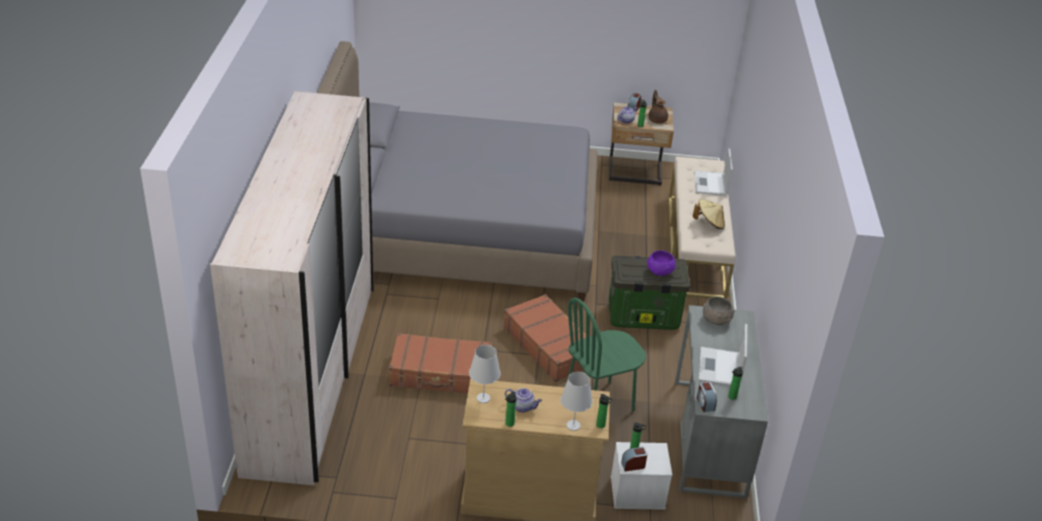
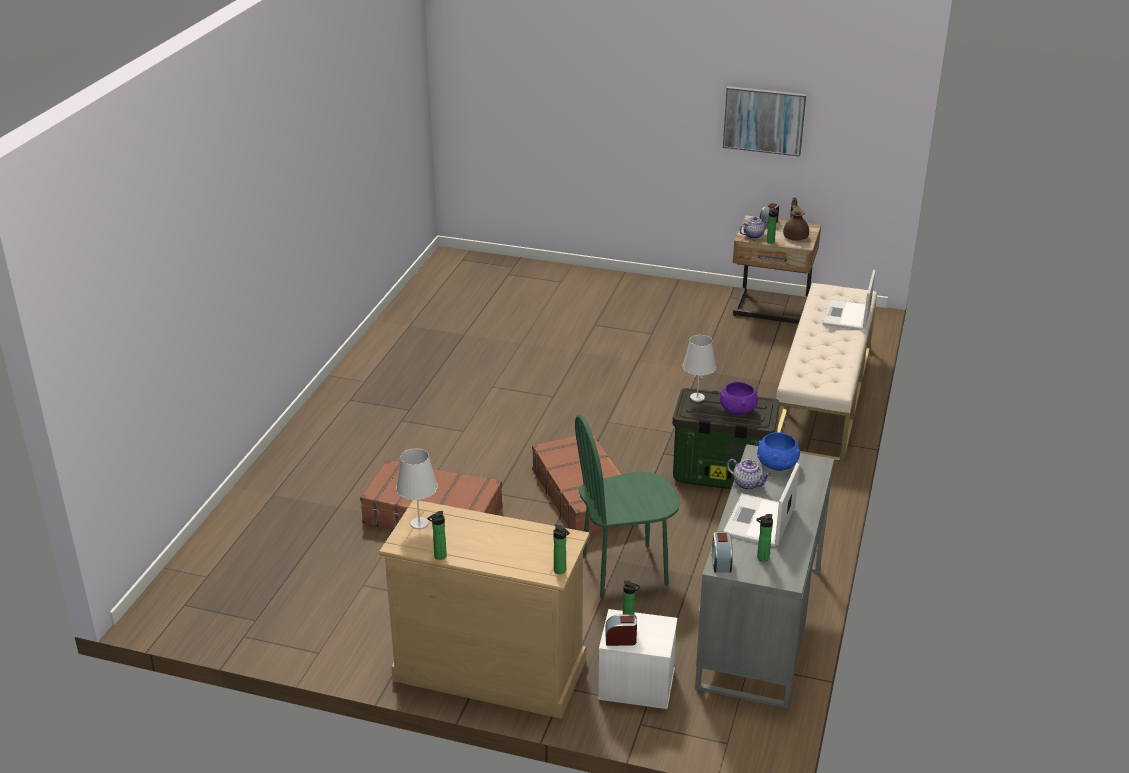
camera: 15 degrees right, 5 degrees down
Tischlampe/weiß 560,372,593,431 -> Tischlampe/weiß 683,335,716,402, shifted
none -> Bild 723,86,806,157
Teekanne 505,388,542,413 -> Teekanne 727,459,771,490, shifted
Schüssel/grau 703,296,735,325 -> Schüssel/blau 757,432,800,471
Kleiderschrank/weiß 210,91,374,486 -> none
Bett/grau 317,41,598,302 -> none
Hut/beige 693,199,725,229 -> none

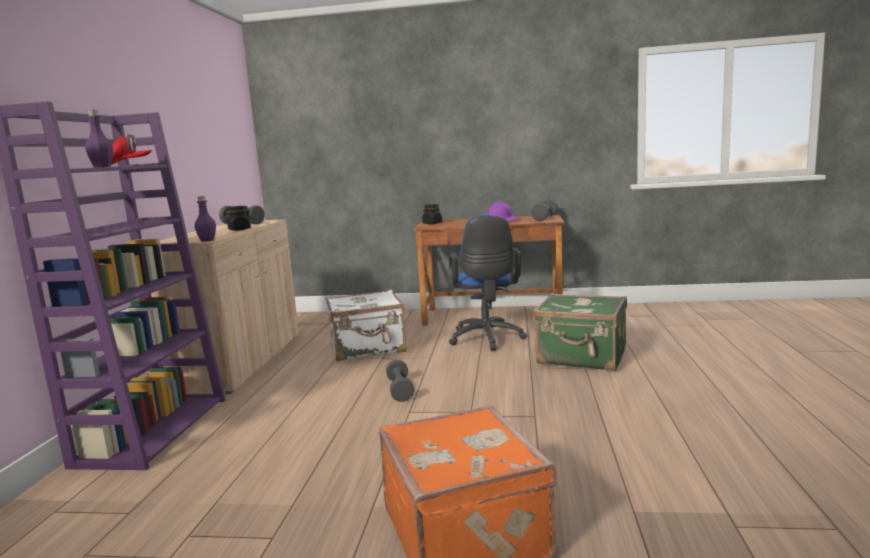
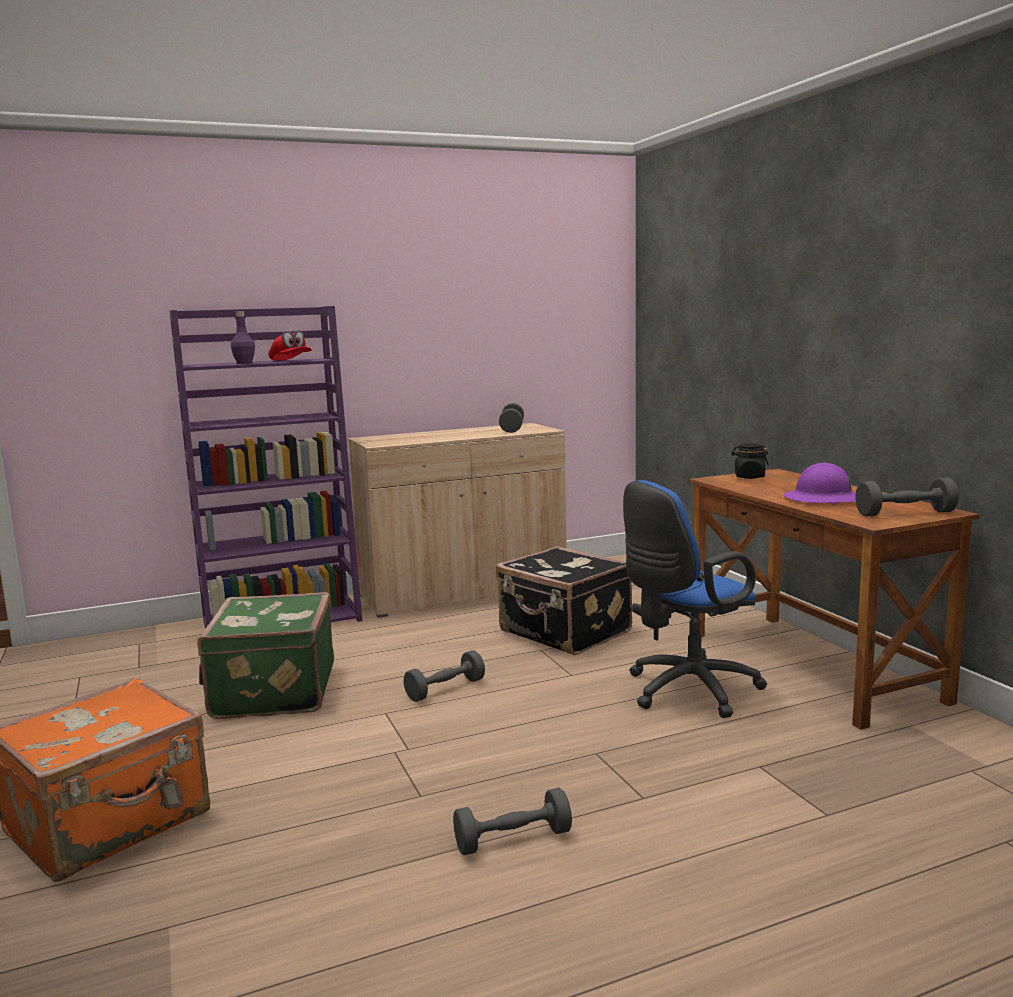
camera: 60 degrees right, 0 degrees up
Koffer/grün 533,293,627,371 -> Koffer/grün 197,592,334,719, shifted
none -> Hantel/grau 453,788,572,855
Koffer/weiß 326,289,406,361 -> Koffer/schwarz 496,546,632,655
Flasche/lila 195,196,216,242 -> none
Vorratsglas/schwarz 224,206,252,231 -> none

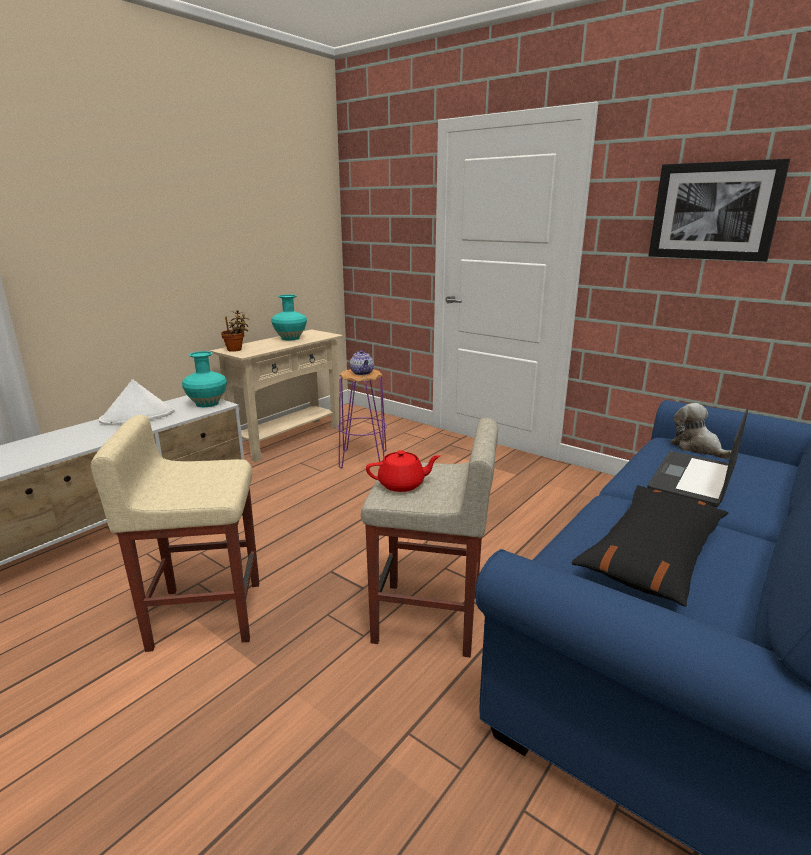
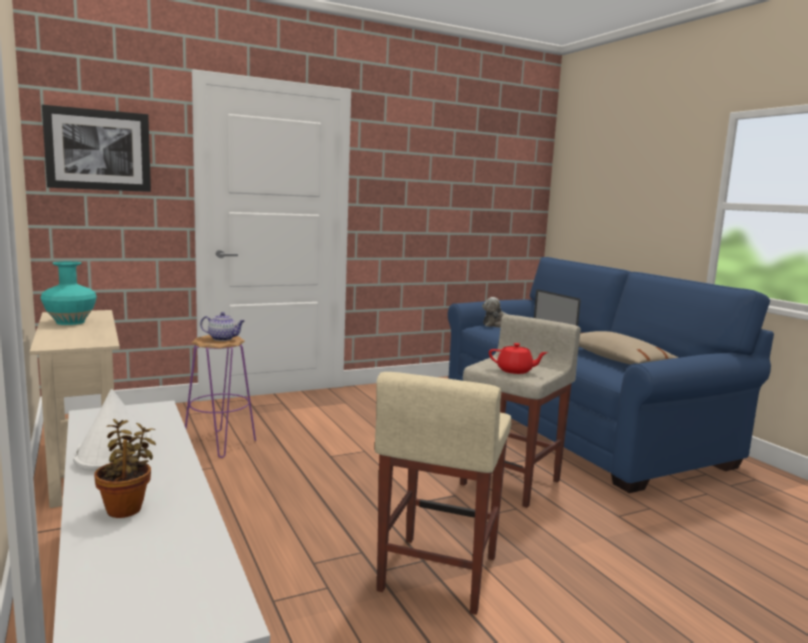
camera: 65 degrees left, 10 degrees down
Bild 648,159,790,262 -> Bild 42,105,151,192, shifted
Topfpflanze 221,310,249,352 -> Topfpflanze 94,419,156,518, shifted
Teekanne/rot 366,450,440,492 -> Teekanne/rot 489,343,548,374, 90 degrees clockwise
Kissen/schwarz 572,485,728,606 -> Kissen/beige 579,331,679,365
Vase/türkis 182,351,227,407 -> none

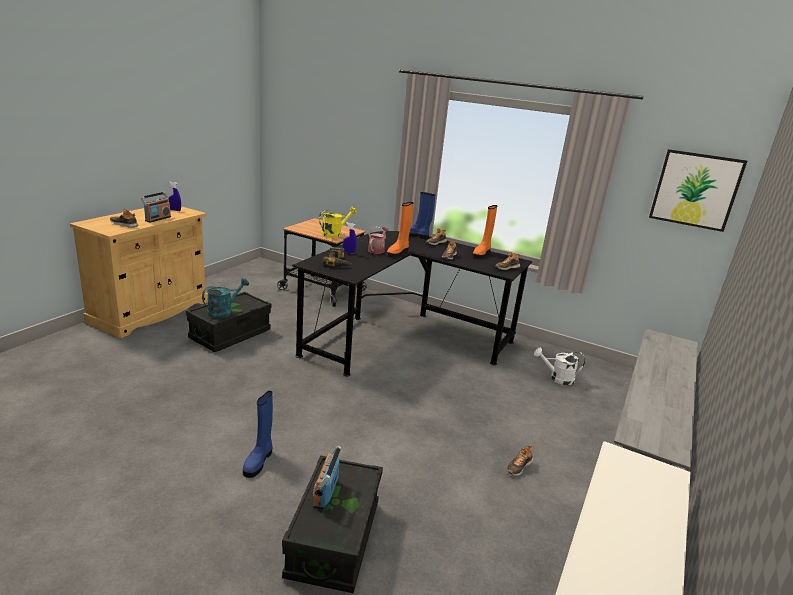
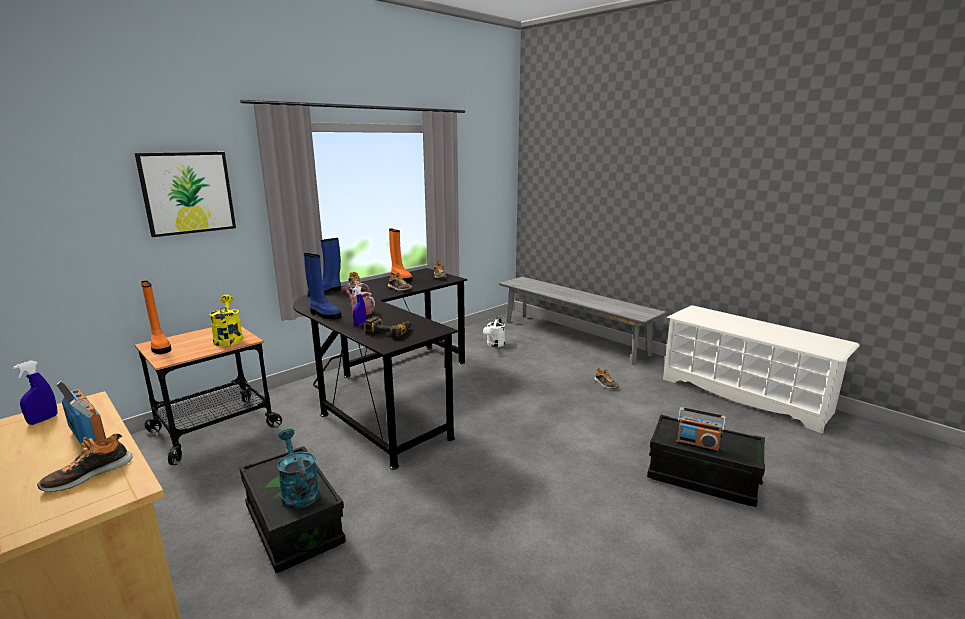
camera: 70 degrees left, 5 degrees down
Bild 649,149,747,232 -> Bild 135,152,236,237, shifted
Stiefel/orange 387,202,413,258 -> Stiefel/orange 141,281,171,354, shifted
Stiefel/blau 243,391,273,478 -> Stiefel/blau 304,253,341,320, shifted

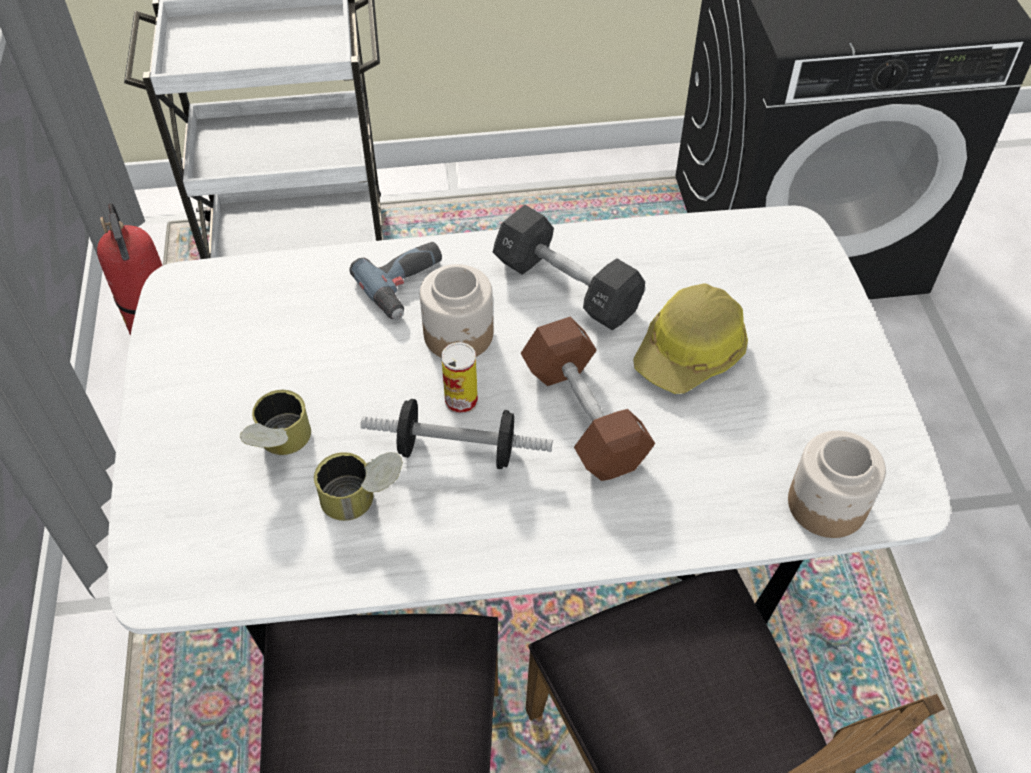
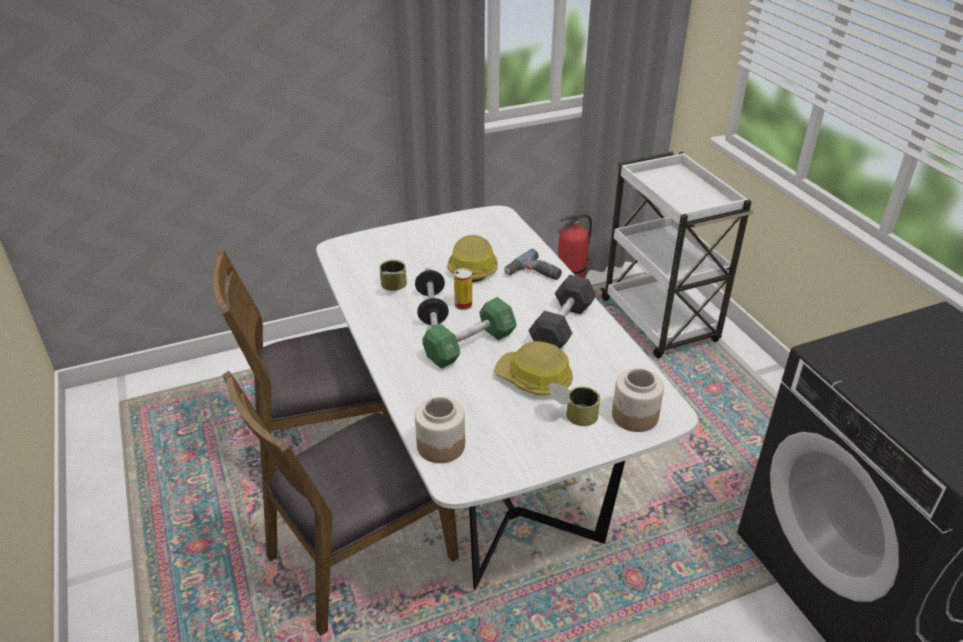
camera: 75 degrees right, 15 degrees down
Hantel/braun 521,316,655,481 -> Hantel/grün 422,297,517,369
none -> Schutzhelm 447,235,498,283
Dose 240,390,311,455 -> Dose 548,383,600,426, shifted
Vorratsglas 420,264,493,357 -> Vorratsglas 612,368,664,432, shifted

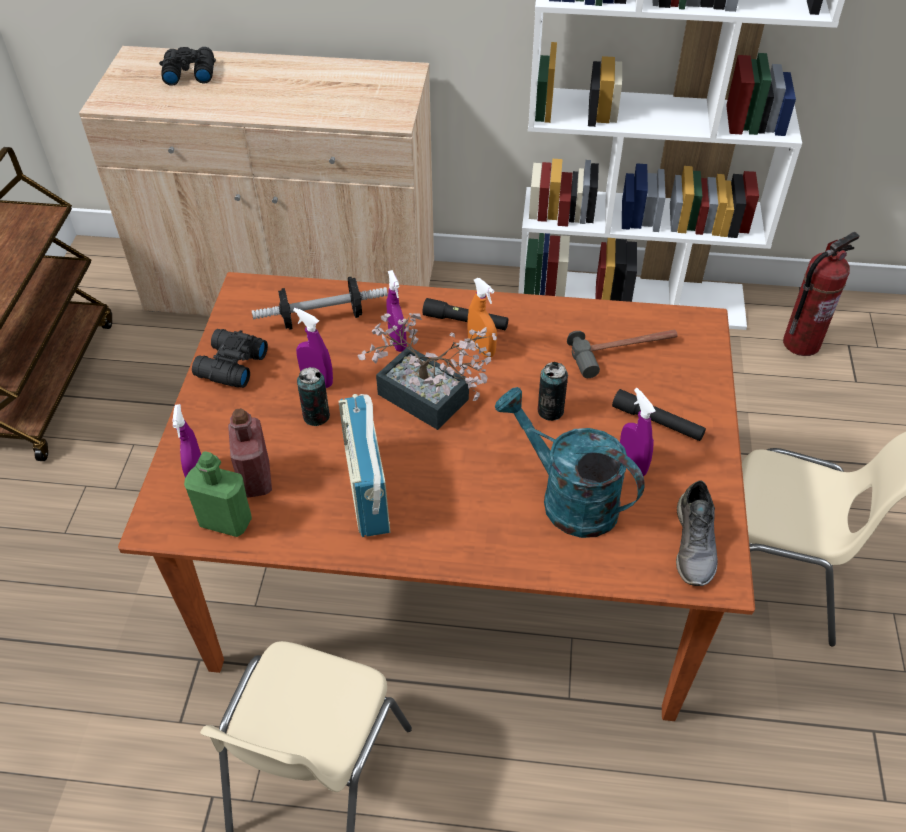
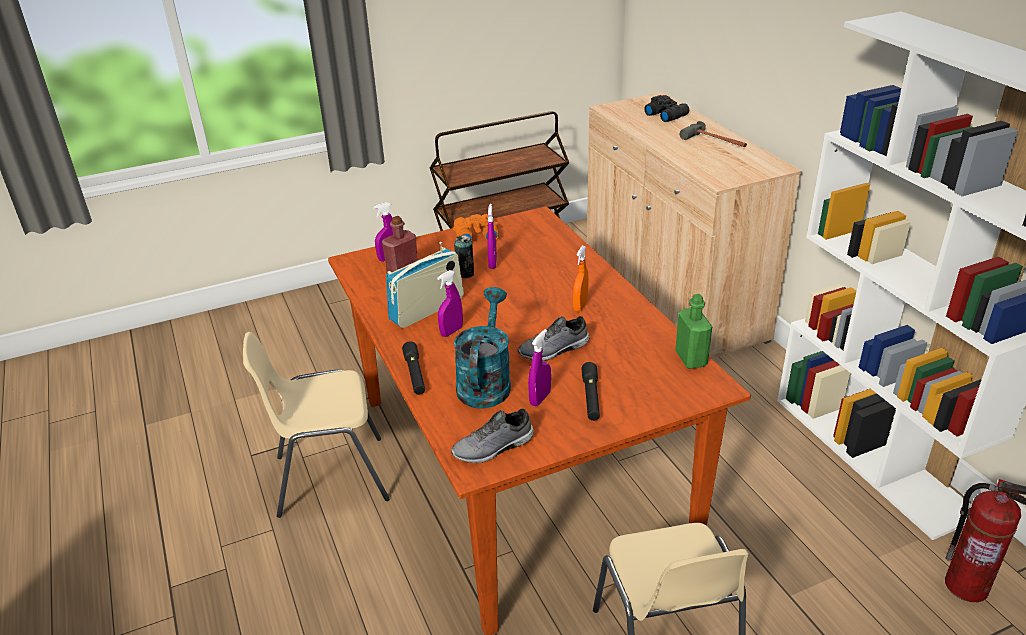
camera: 60 degrees right, 15 degrees down
Taschenlampe/schwarz 422,298,508,330 -> Taschenlampe/schwarz 402,341,425,395, shifted
Sprühflasche/lila 387,270,407,352 -> Sprühflasche/lila 437,270,463,337, shifted
Fernglas/schwarz 192,329,268,388 -> Fernglas/orange 453,214,499,241
Dose 538,362,568,421 -> Schuh/grau 517,316,590,361
Flasche/grün 184,451,252,537 -> Flasche/grün 675,294,713,369, shifted
Hammer 567,330,678,378 -> Hammer 680,121,747,147, shifted
Hantel 252,277,388,330 -> none
Topfpflanze 357,313,497,430 -> none

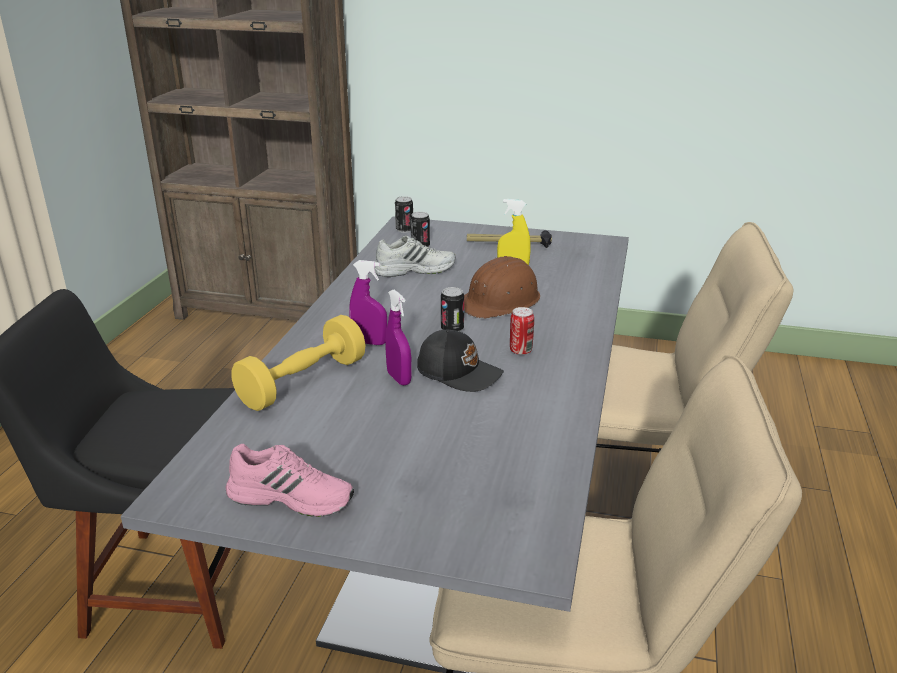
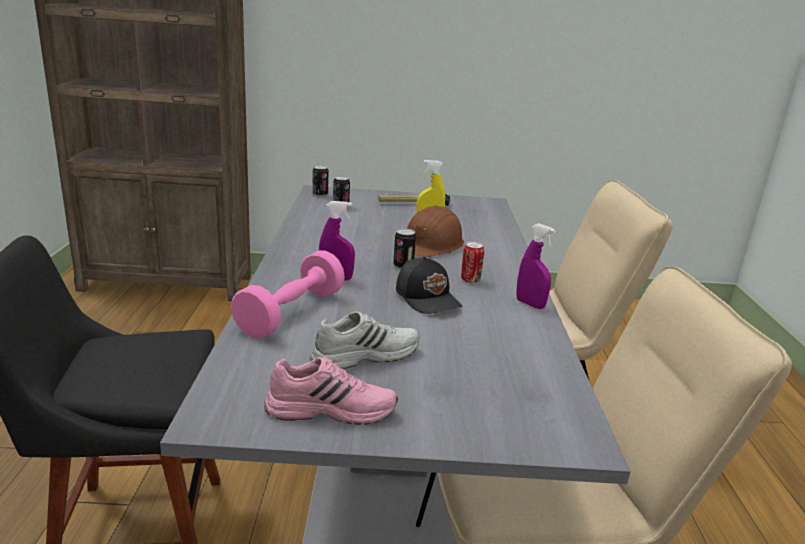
camera: 15 degrees left, 5 degrees down
Hantel/gelb 231,315,366,411 -> Hantel/rosa 231,250,345,338
Schuh/weiß 374,236,456,277 -> Schuh/weiß 310,311,420,369, shifted
Kappe/schwarz 417,330,504,392 -> Kappe/schwarz 396,257,462,314, 45 degrees clockwise
Sprühflasche/lila 385,289,412,386 -> Sprühflasche/lila 516,223,556,309, shifted

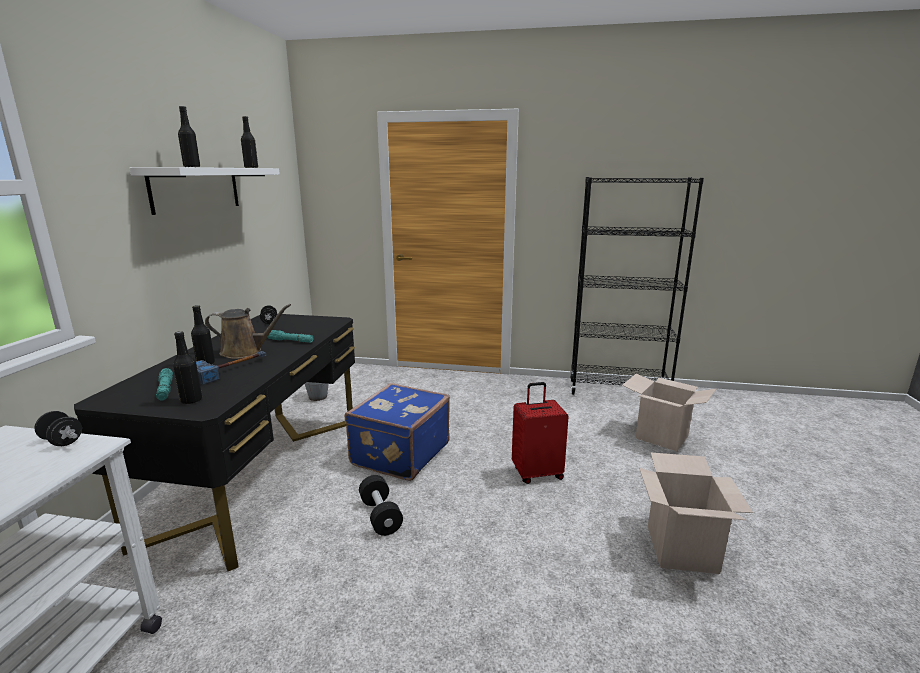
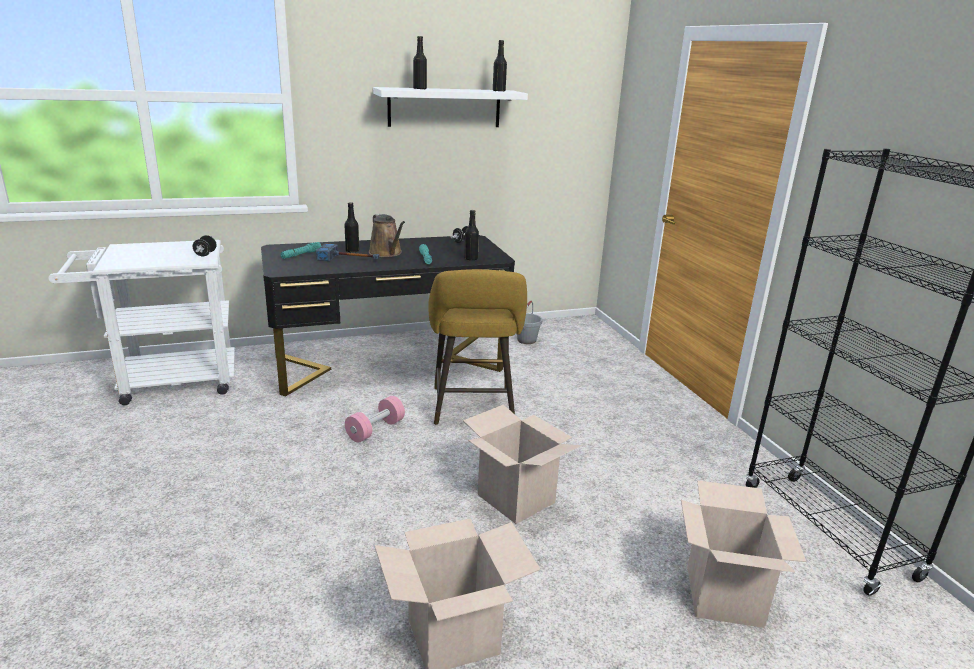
camera: 60 degrees right, 5 degrees up
Hantel/schwarz 359,475,403,536 -> Hantel/rosa 345,396,405,443
Koffer/blau 344,383,450,481 -> Hocker/gelb 428,269,527,425
Koffer/rot 512,382,569,484 -> Karton 463,405,582,524
Flasche/schwarz 173,331,202,404 -> Flasche/schwarz 464,210,479,261, shifted

